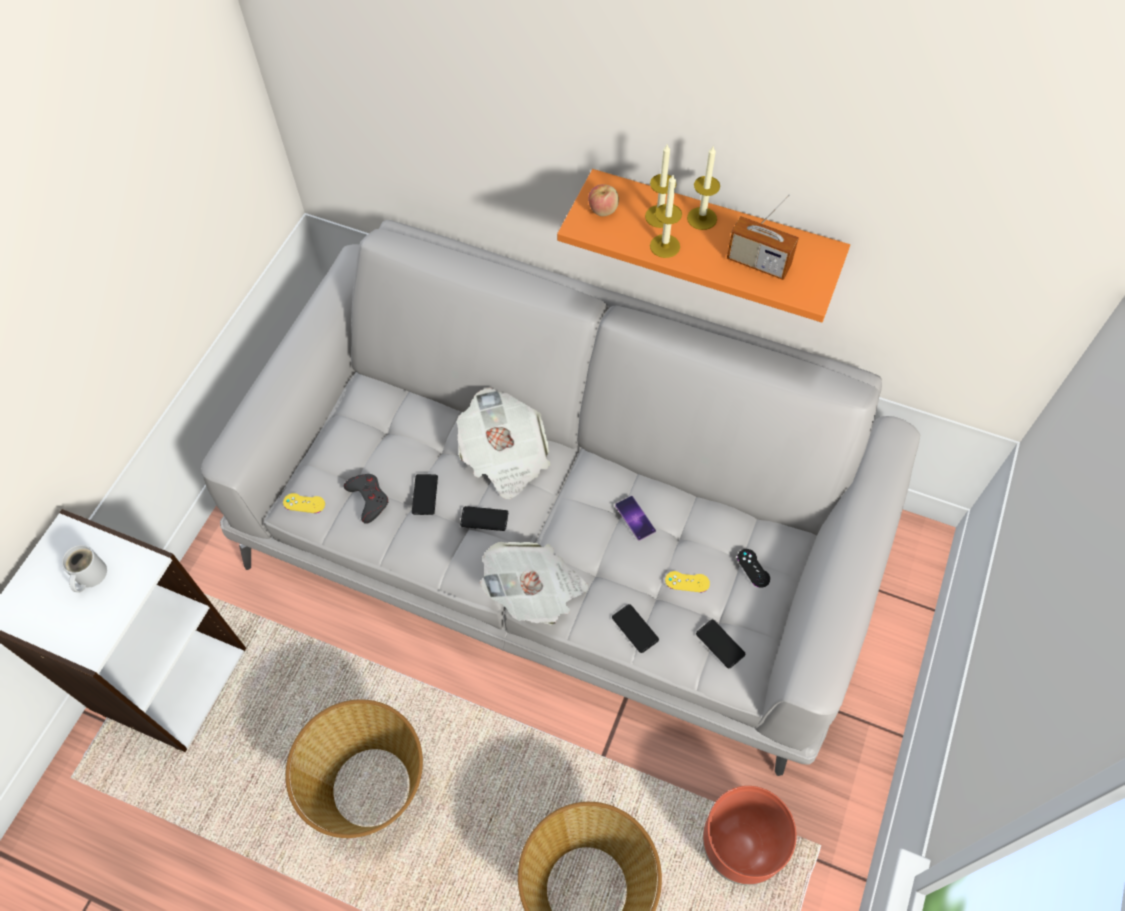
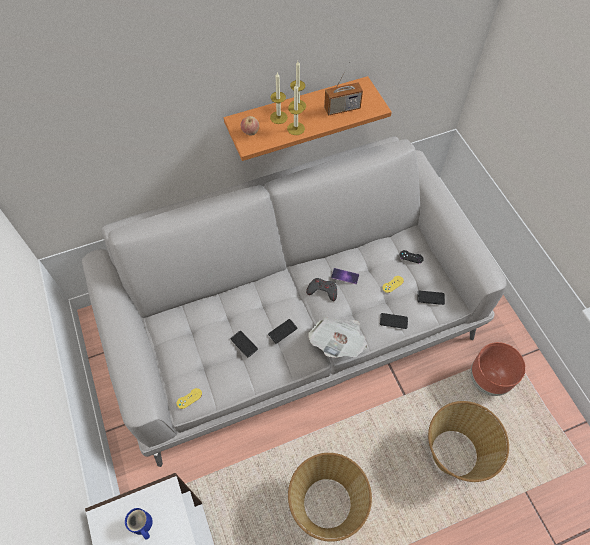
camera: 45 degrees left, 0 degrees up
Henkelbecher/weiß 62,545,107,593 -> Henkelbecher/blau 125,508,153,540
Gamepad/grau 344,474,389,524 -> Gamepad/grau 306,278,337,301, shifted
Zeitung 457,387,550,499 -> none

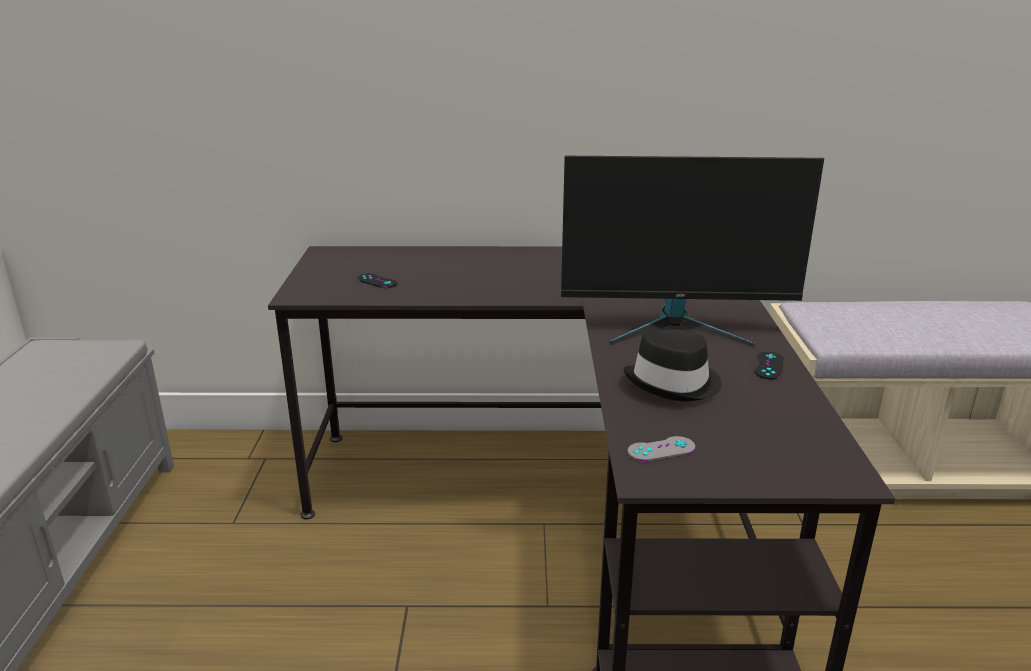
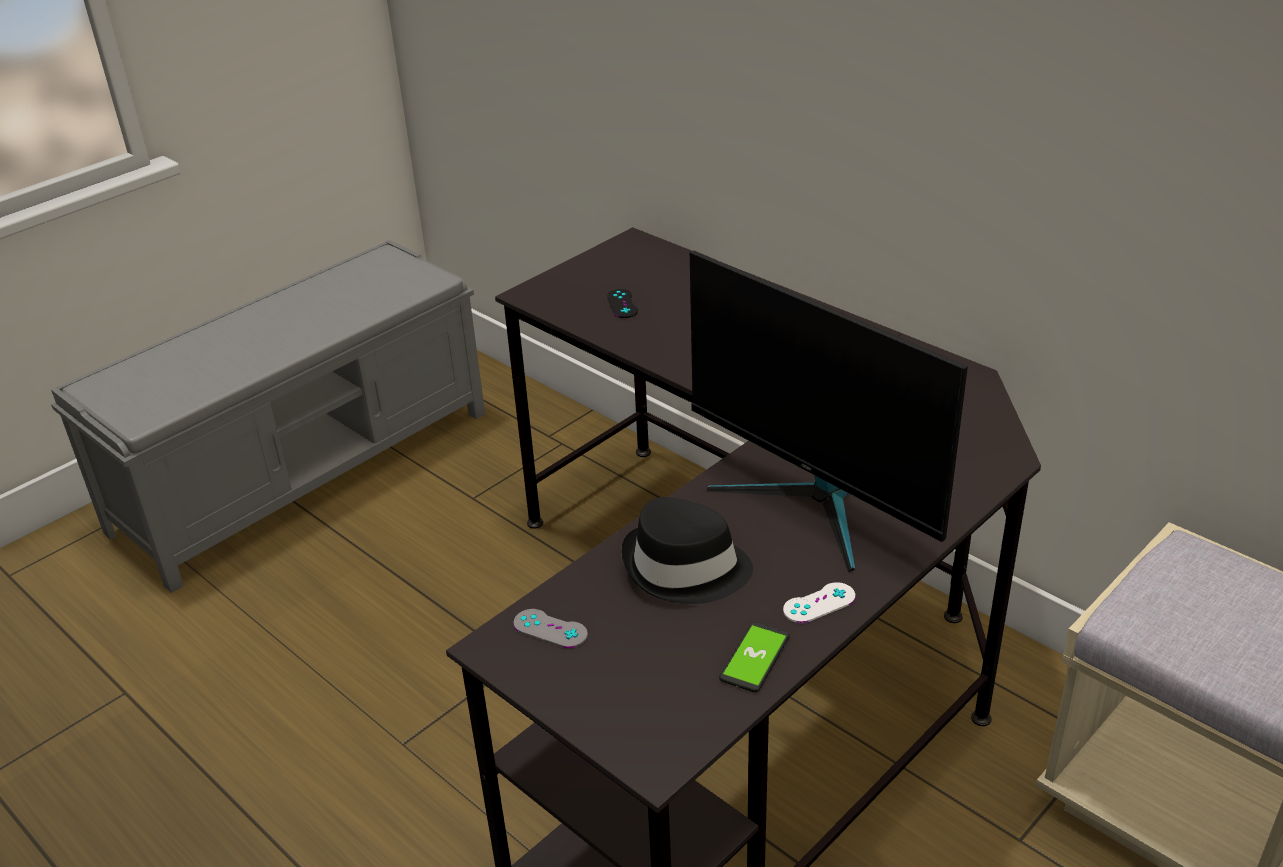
camera: 45 degrees right, 10 degrees up
none -> Handy 719,622,790,692
Gamepad/schwarz 755,352,784,380 -> Gamepad/weiß 783,582,856,623

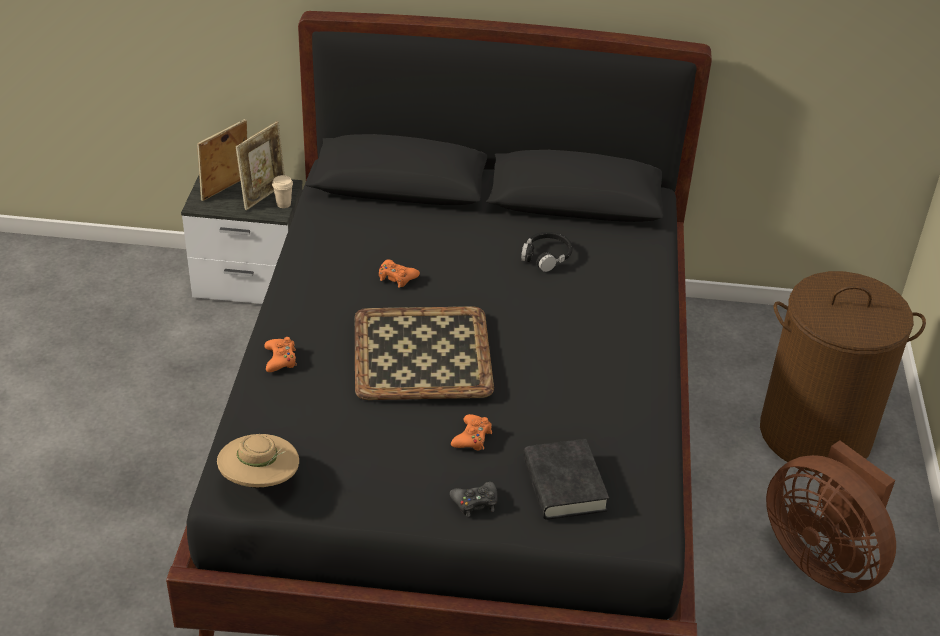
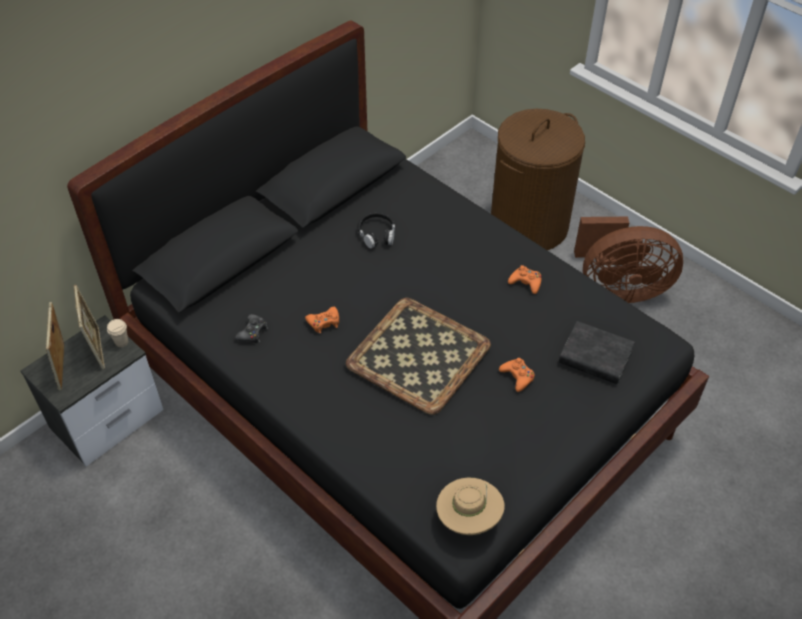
camera: 50 degrees left, 10 degrees up
Gamepad/schwarz 450,482,498,517 -> Gamepad/schwarz 235,314,268,343, shifted
Gamepad/orange 264,337,297,372 -> Gamepad/orange 508,265,542,294, shifted

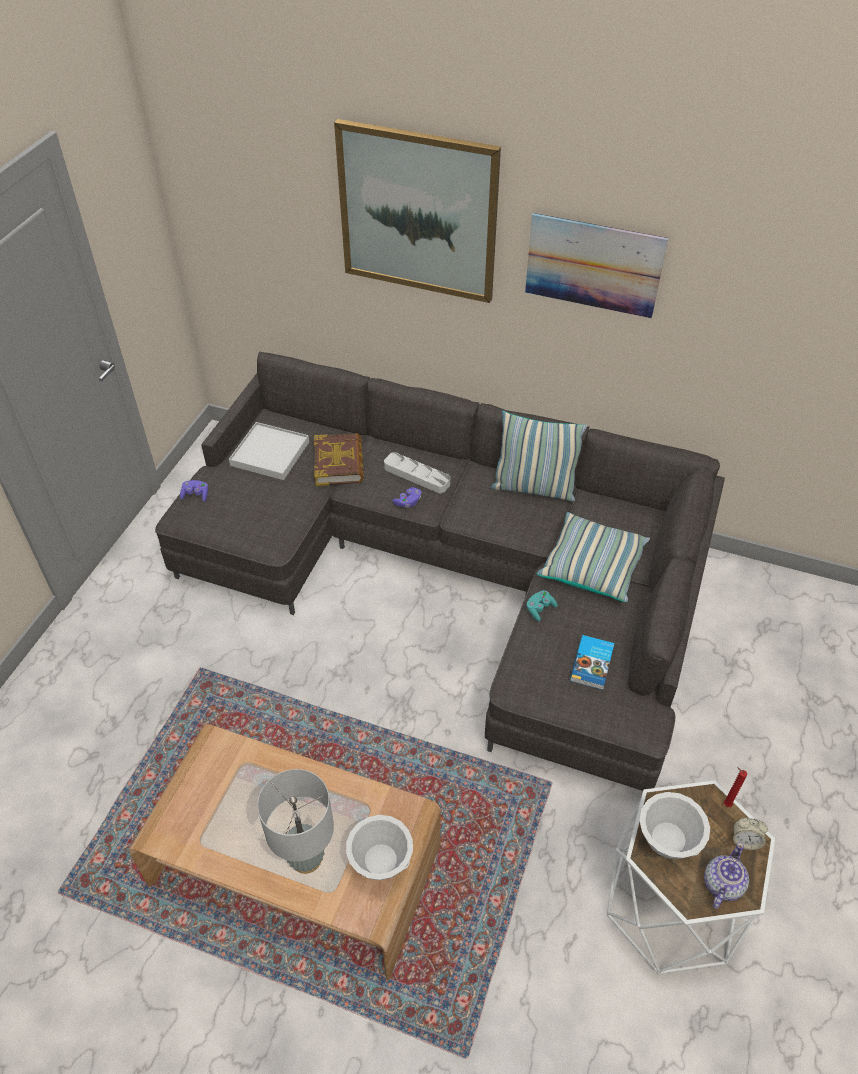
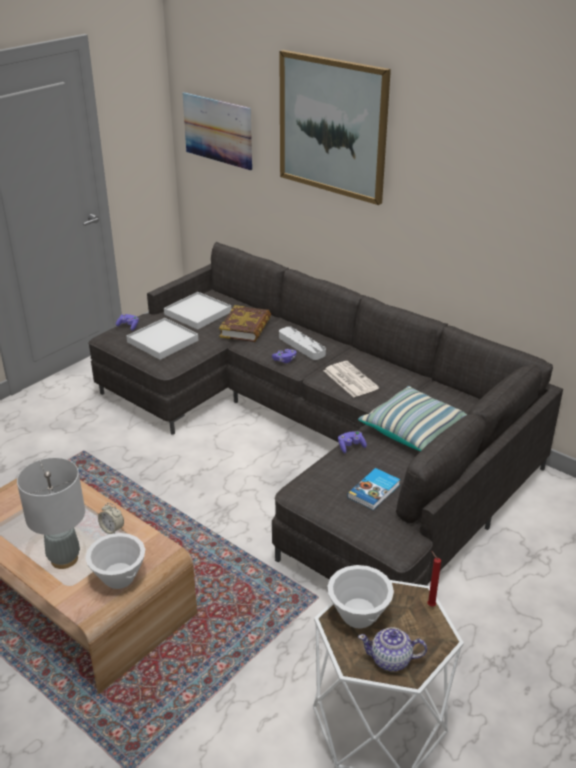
camera: 20 degrees right, 15 degrees down
Wecker 733,818,768,850 -> Wecker 98,503,124,534, shifted
none -> Tablett/weiß 126,318,198,360
Bild 525,213,668,318 -> Bild 183,92,252,171, shifted
none -> Zeitung 324,361,379,397
Gamepad/türkis 527,590,558,621 -> Gamepad/lila 338,431,367,453
Teekanne 704,842,749,909 -> Teekanne 358,627,427,671, 135 degrees counterclockwise
Kissen 491,411,587,501 -> none

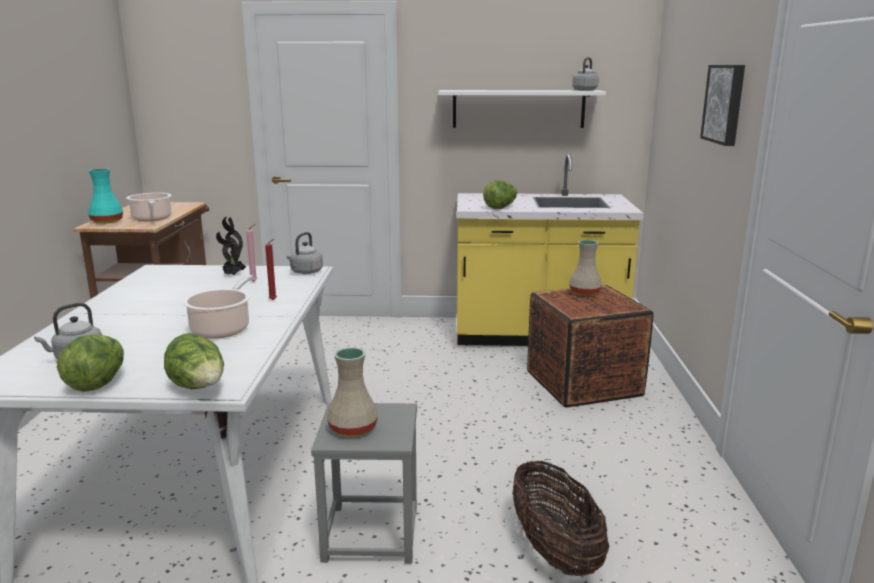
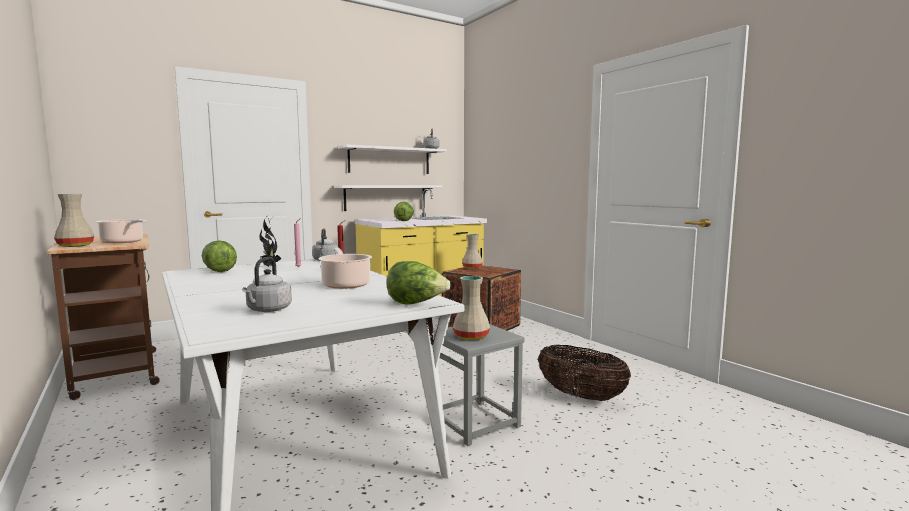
camera: 35 degrees left, 10 degrees down
Vase/türkis 88,169,123,224 -> Vase/beige 54,194,94,247
Salatkopf 57,334,124,392 -> Salatkopf 202,240,237,272, shifted
none -> Wandregal/weiß 334,185,443,211
Bild 700,65,745,146 -> none

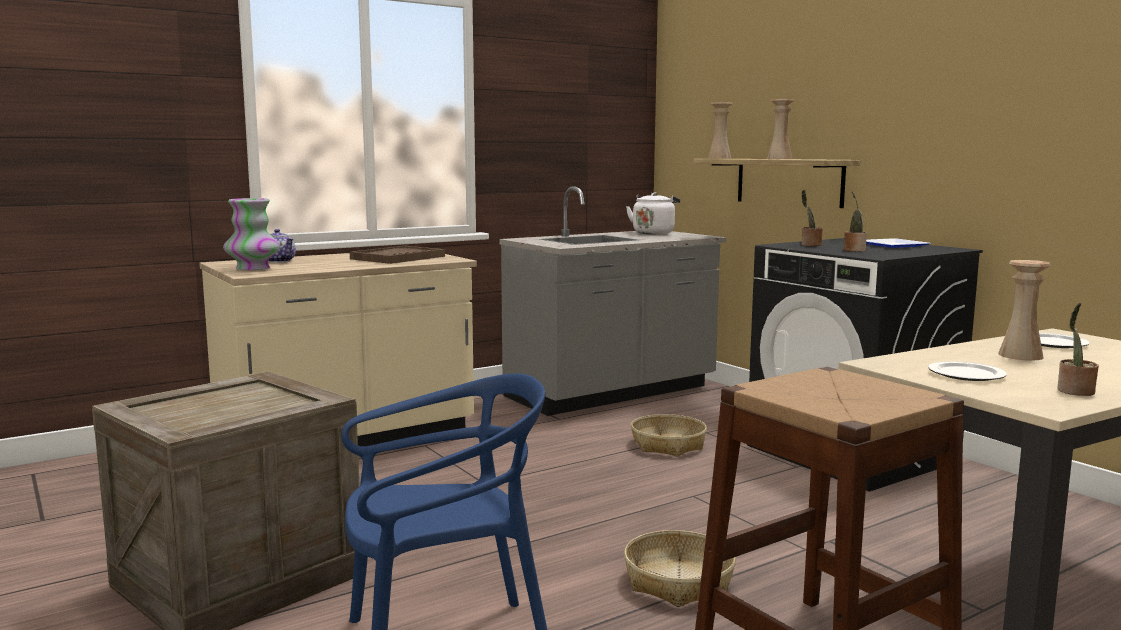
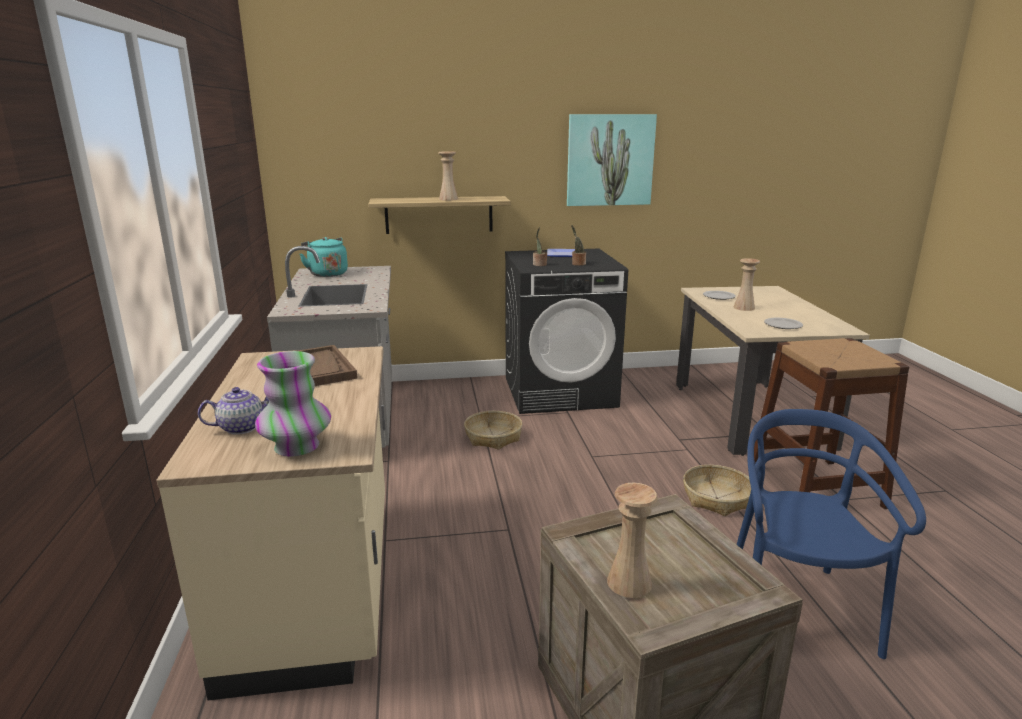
camera: 65 degrees left, 10 degrees up
Wasserkessel/weiß 626,192,680,235 -> Wasserkessel/türkis 300,237,348,277
none -> Bild 567,114,657,206
Vase/beige 708,102,732,159 -> Vase/beige 607,483,658,598, shifted
Topfpflanze 1057,303,1099,396 -> none

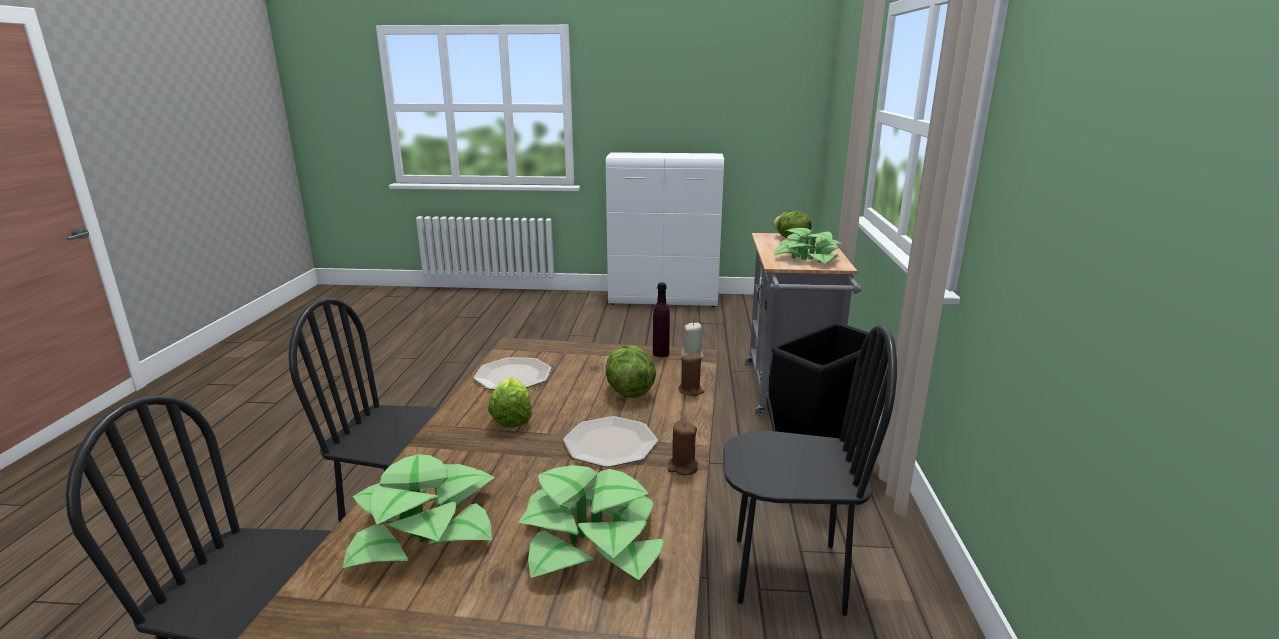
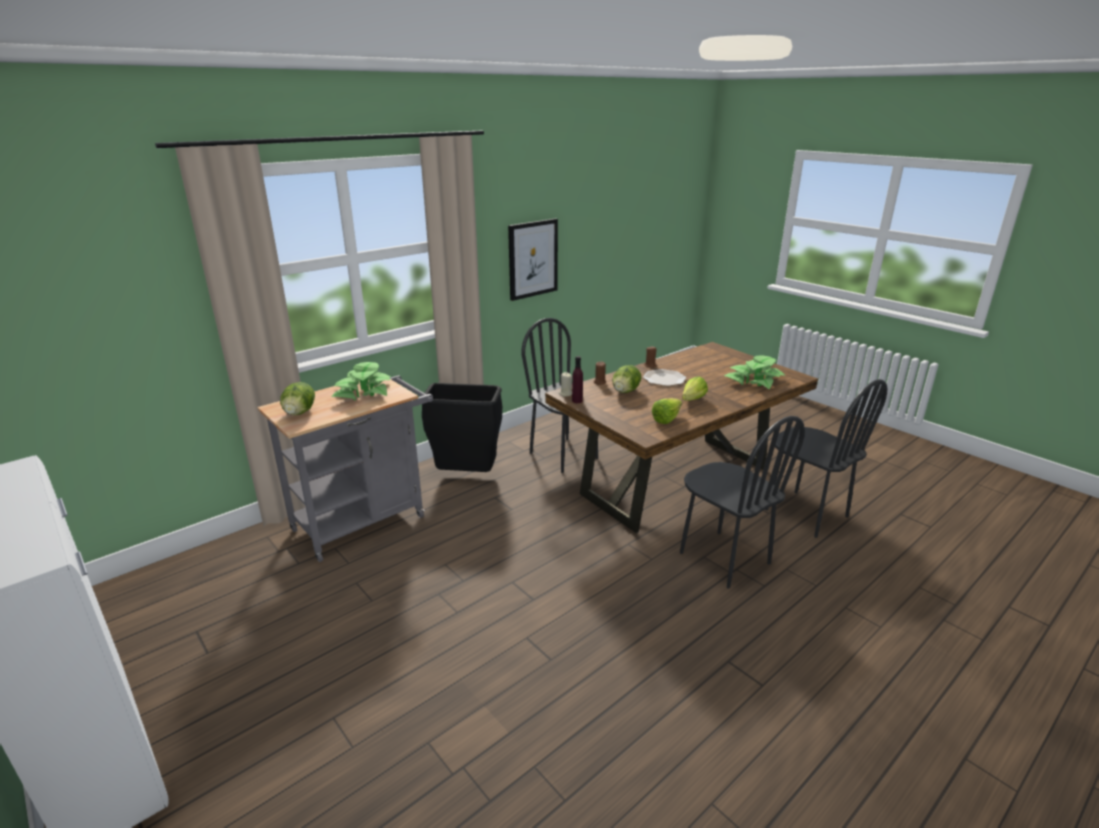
camera: 135 degrees left, 5 degrees up
none -> Bild 508,218,558,301
Teller 473,357,552,390 -> Salatkopf 652,398,682,424
Topfpflanze 518,465,664,580 -> none

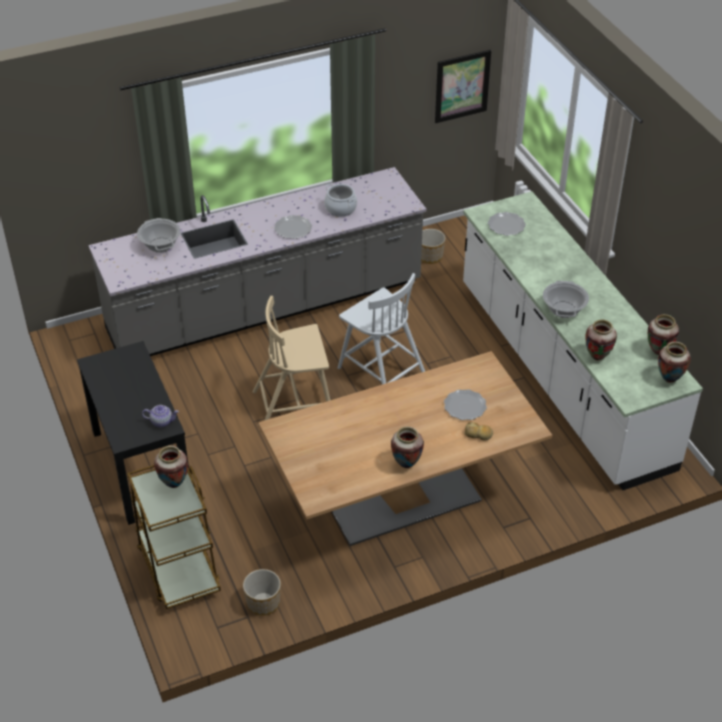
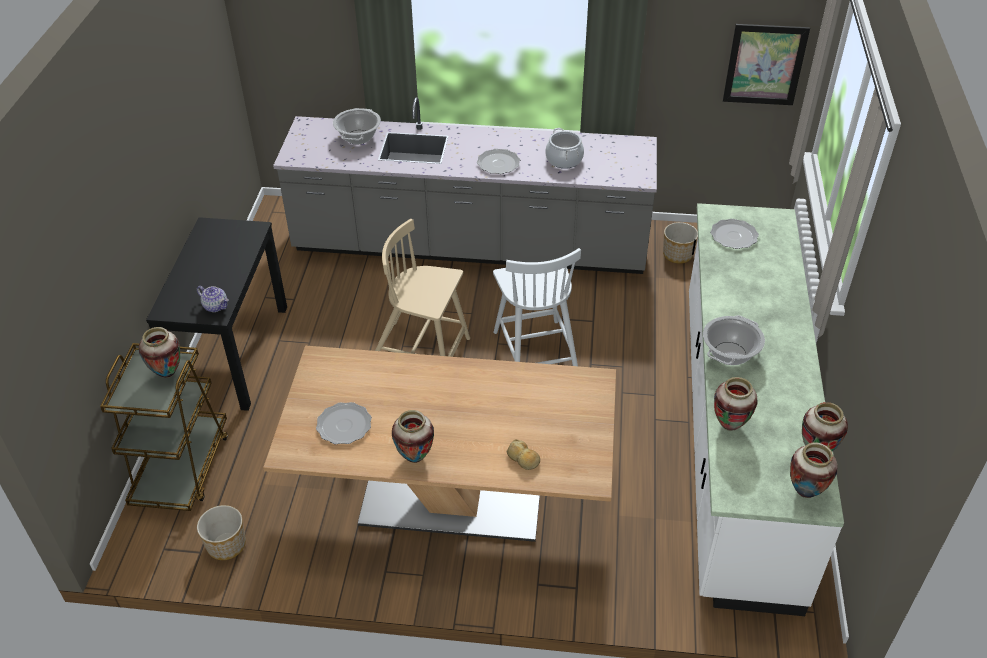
camera: 30 degrees right, 0 degrees up
Teller 444,389,487,420 -> Teller 316,402,372,444, shifted

